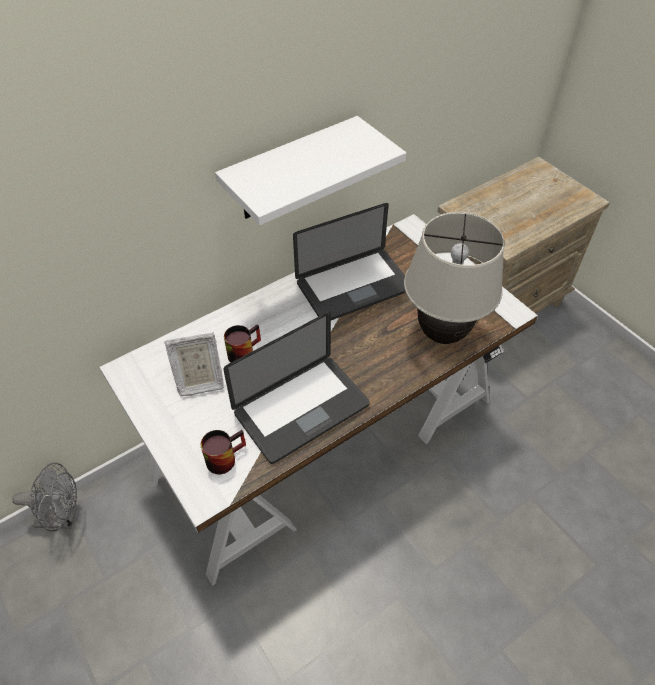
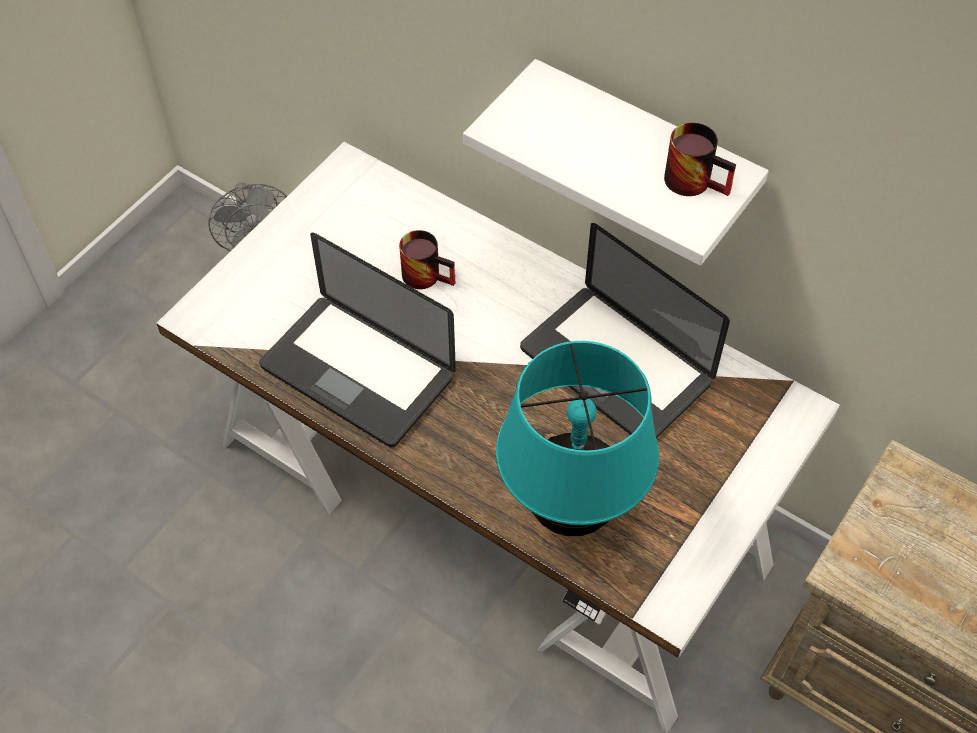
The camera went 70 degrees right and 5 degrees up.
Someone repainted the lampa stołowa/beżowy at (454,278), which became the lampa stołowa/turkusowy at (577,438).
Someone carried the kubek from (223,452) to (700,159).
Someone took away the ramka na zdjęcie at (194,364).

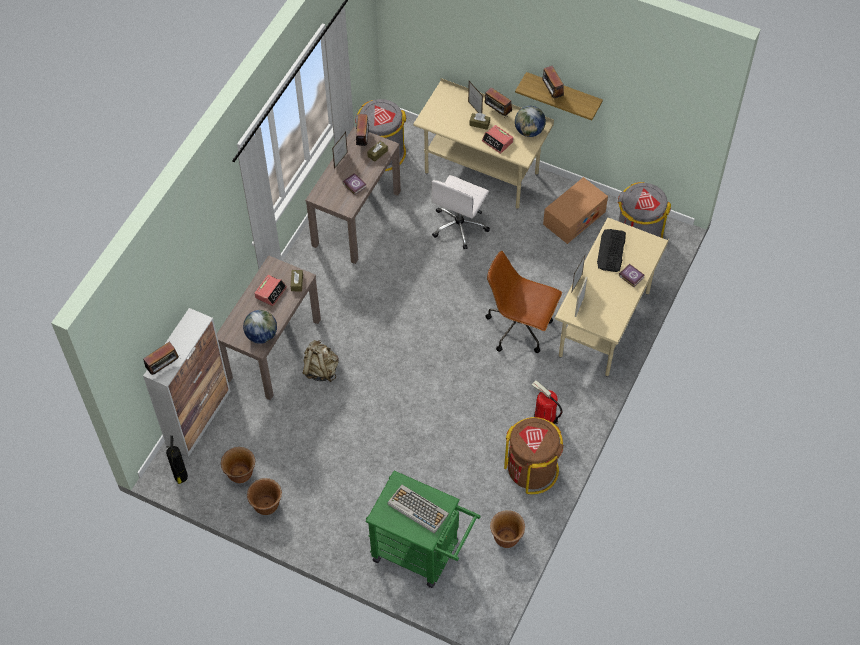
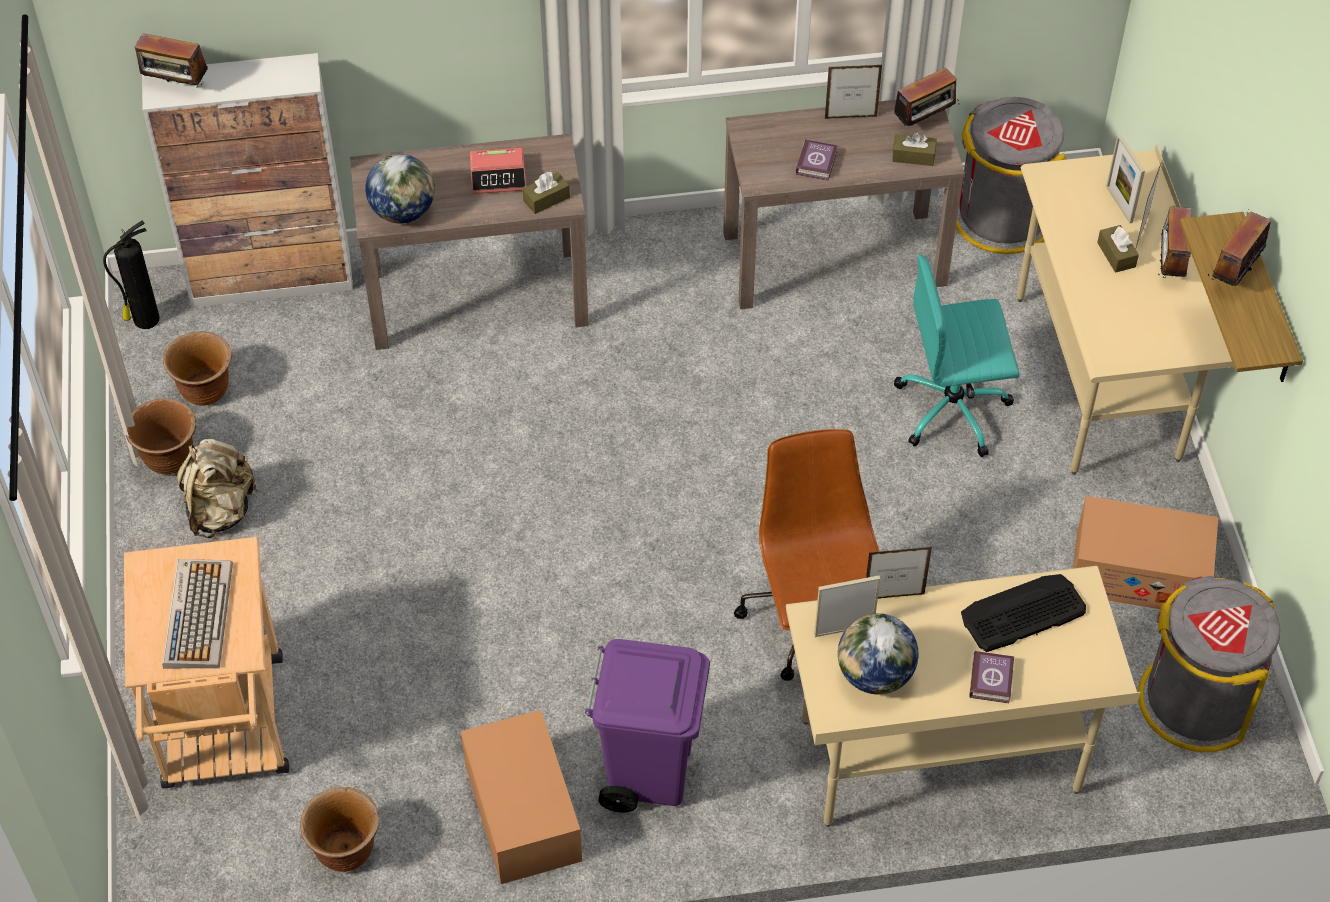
The camera went 55 degrees right and 5 degrees down.
Someone repainted the wózek/zielony at (423,529), which became the wózek/beżowy at (206,662).
Someone carried the plecak/beżowy from (321,361) to (217,488).
Someone swapped the kosz na śmieci/brązowy at (534,455) for the karton at (521,797).
Someone swapped the gaśnica at (546,402) for the kosz na śmieci/fioletowy at (647,725).
Someone carried the globus from (530,121) to (878,653).
Someone repainted the krzesło biurowe/biały at (460,212), which became the krzesło biurowe/turkusowy at (956,355).
Someone put down the ramka na zdjęcie at (1125,178).
Someone took away the budzik at (497,139).

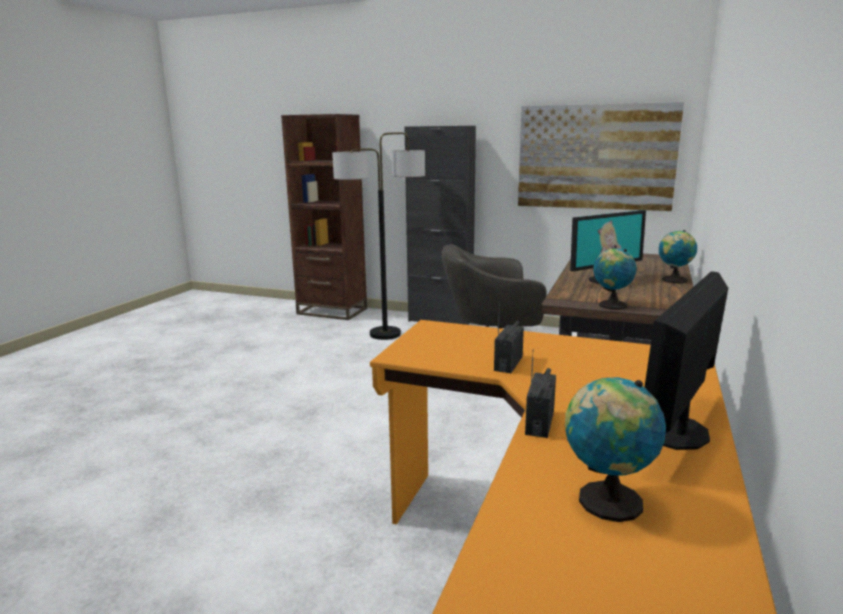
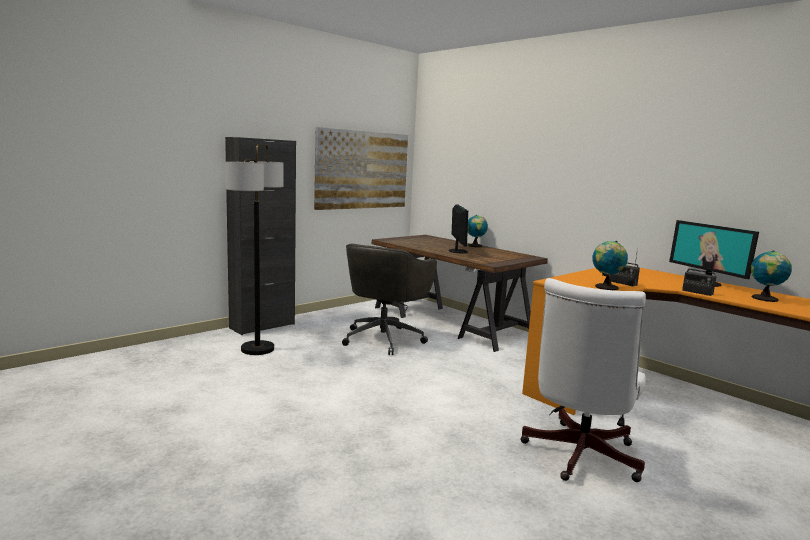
The camera went 65 degrees left and 5 degrees down.
Someone put down the krzesło biurowe/biały at (583,380).
Someone carried the globus from (615,279) to (610,265).
Someone took away the regał/brązowy at (324,217).

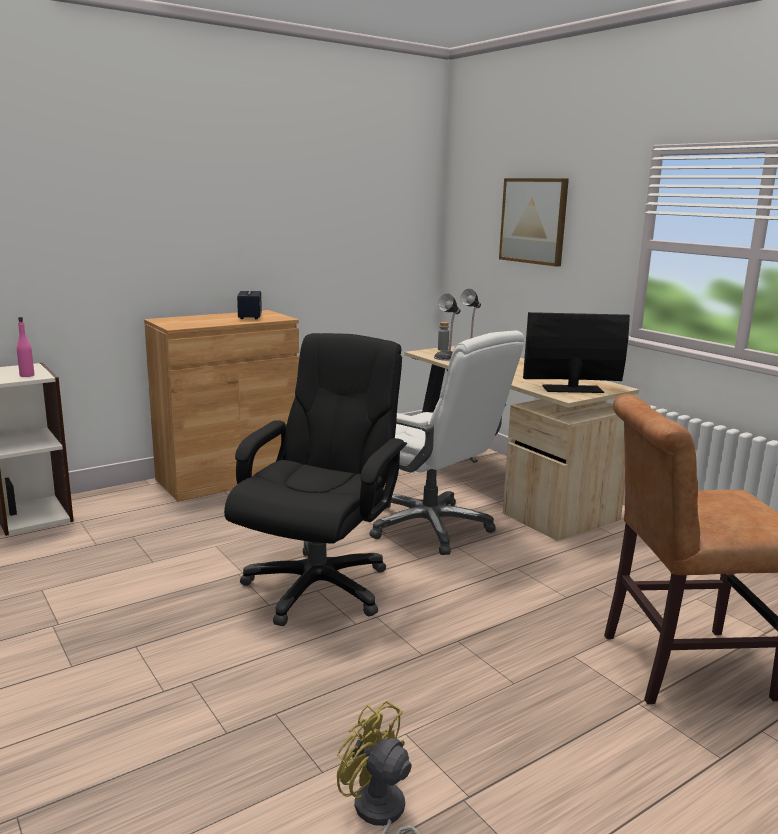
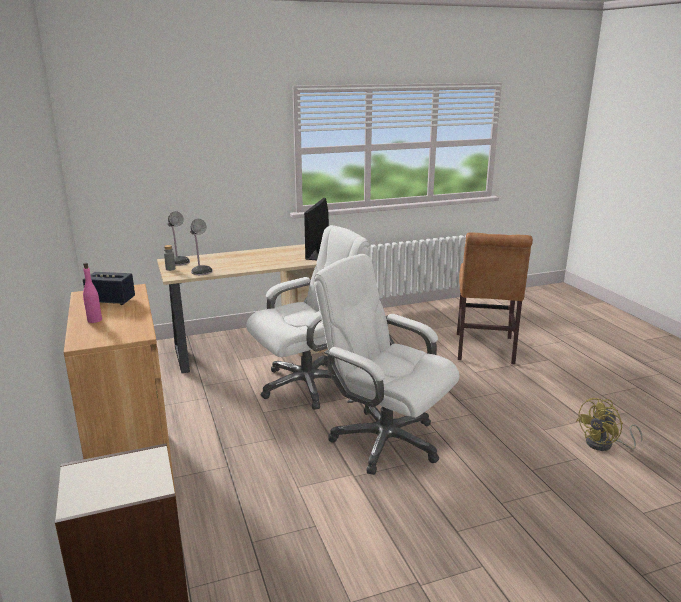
The camera went 75 degrees left and 5 degrees up.
Someone carried the butelka/różowy from (25,347) to (92,293).
Someone repainted the krzesło biurowe/czarny at (315,479), which became the krzesło biurowe/biały at (386,364).
Someone took away the obraz at (534,222).

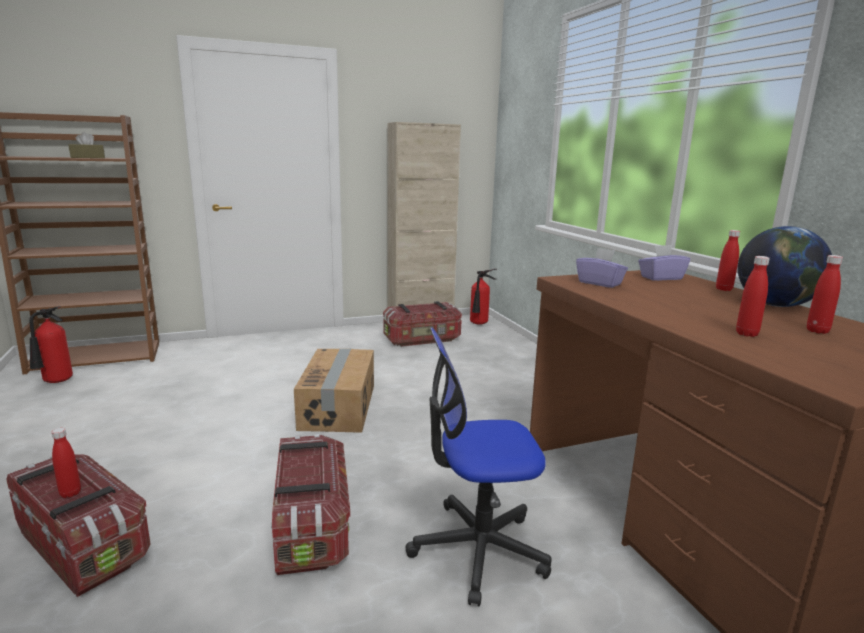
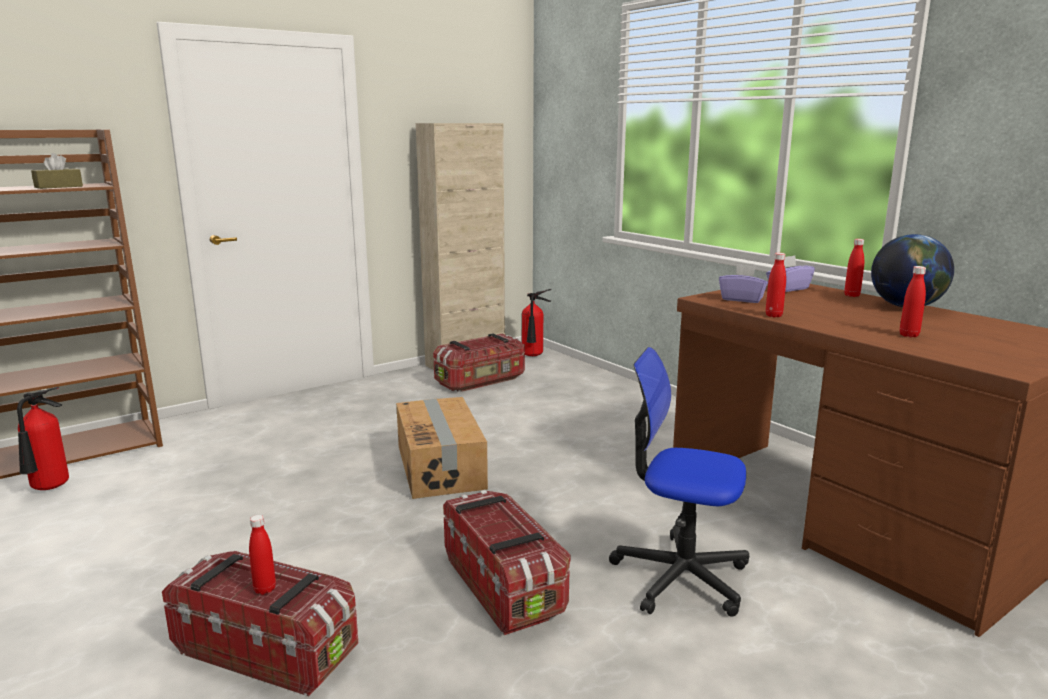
The camera went 15 degrees left and 0 degrees up.
Someone rotated the krzesło biurowe at (478,467) by 45 degrees clockwise.
Someone carried the butelka/czerwony from (825,294) to (776,285).

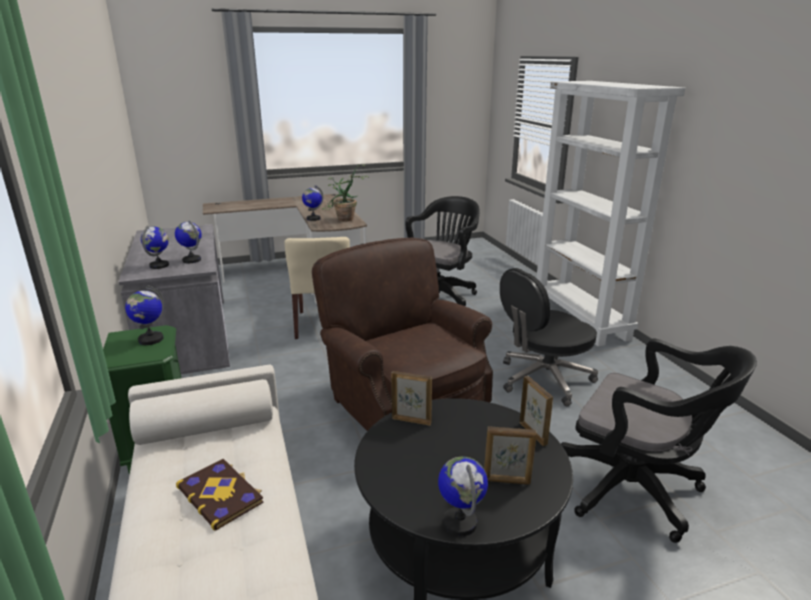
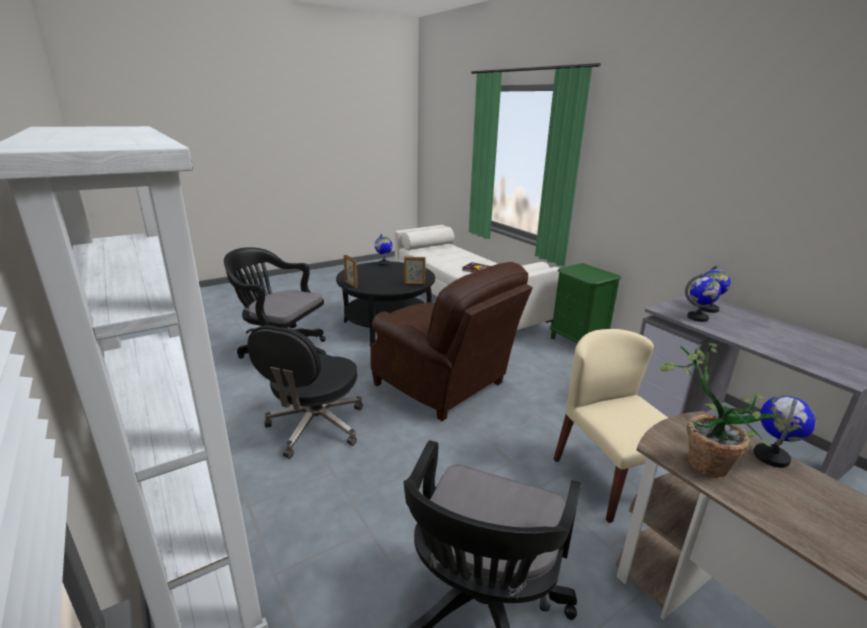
The camera went 165 degrees right and 0 degrees up.
Someone rotated the krzesło biurowe/czarny at (549,337) by 150 degrees clockwise.
Someone took away the globus at (144,315).
Someone took away the ramka na zdjęcie at (510,455).

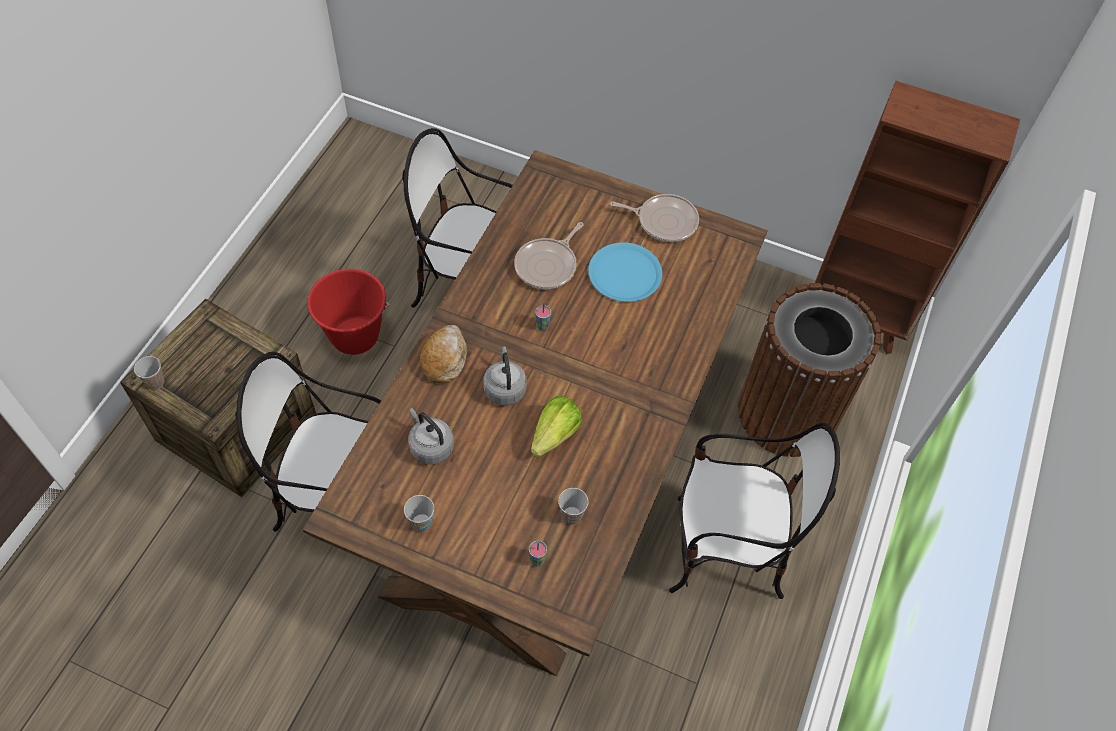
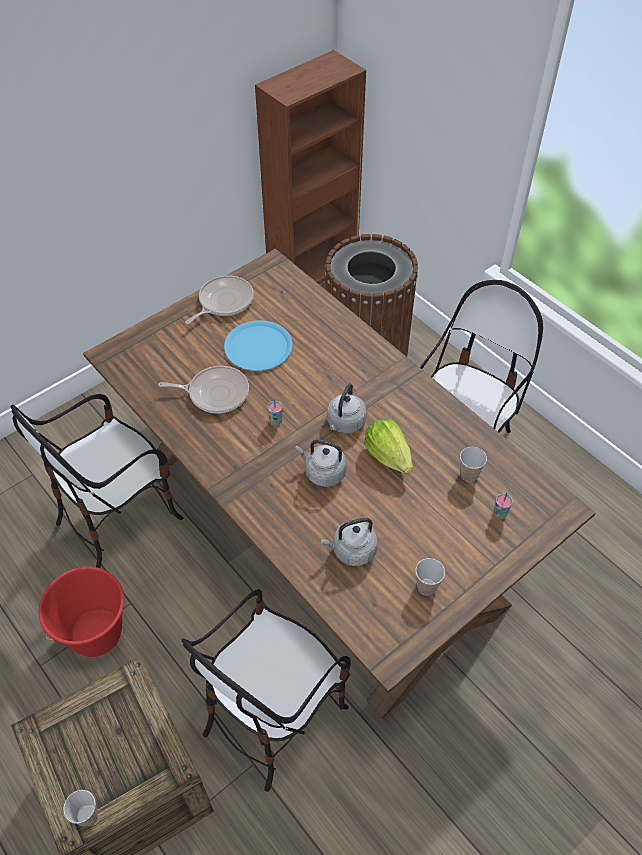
The camera went 60 degrees left and 5 degrees down.
Someone rotated the patelnia at (548,255) by 60 degrees counterclockwise.
Someone put down the czajnik/szary at (347,408).
Someone took away the chleb at (443,354).

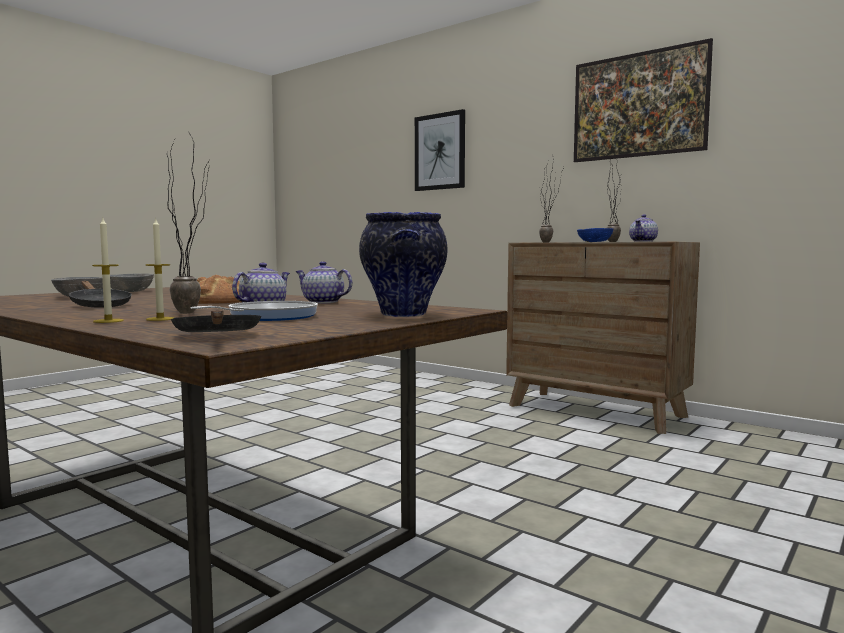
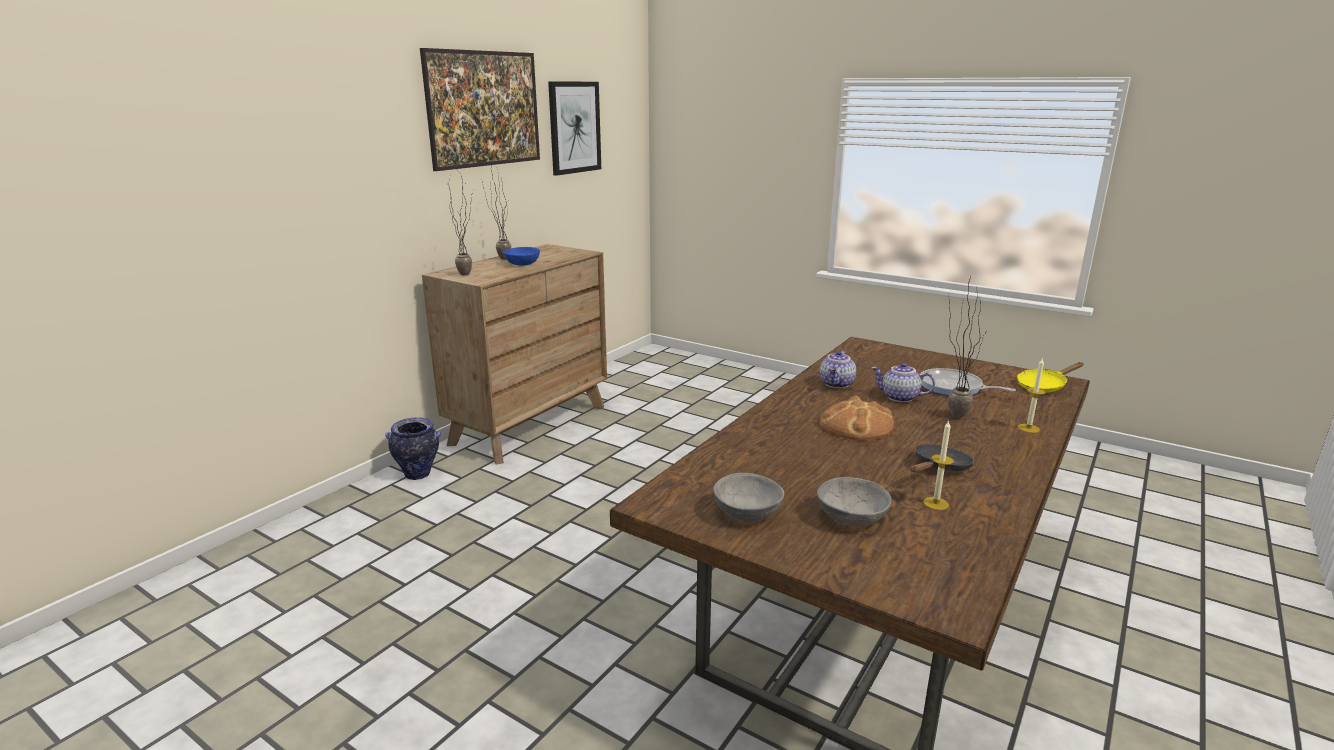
The camera went 95 degrees left and 15 degrees up.
Someone carried the wazon from (403,264) to (413,448).
Someone carried the obraz from (440,150) to (574,129).
Someone carried the świeca from (159,270) to (938,465).
Someone repainted the patelnia/czarny at (216,321), which became the patelnia/żółty at (1050,377).
Someone took away the imbryk at (643,228).

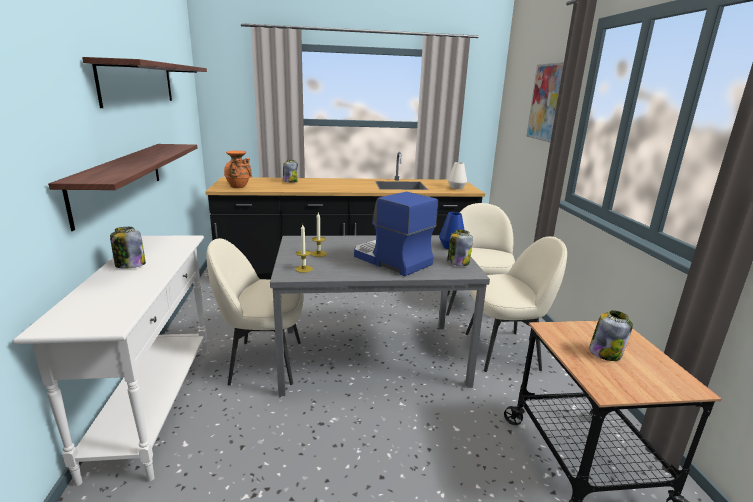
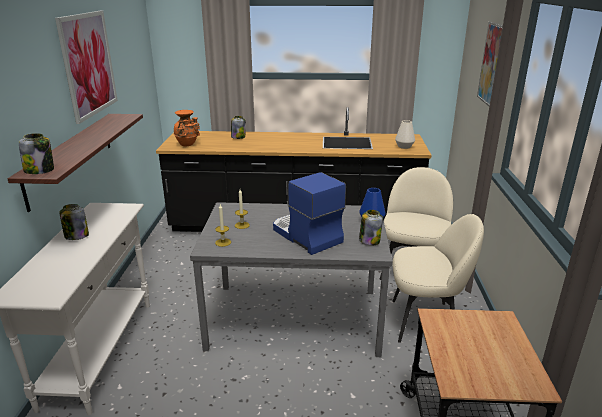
The camera went 10 degrees right and 5 degrees up.
Someone carried the słoik from (611,335) to (36,153).
Someone swapped the półka at (144,82) for the obraz at (86,67).
Someone took away the krzesło/beżowy at (255,312).

